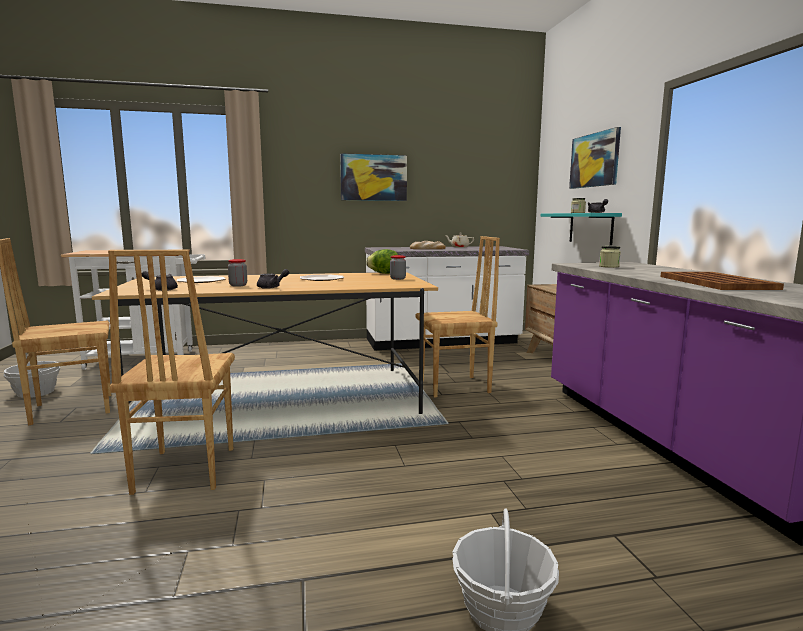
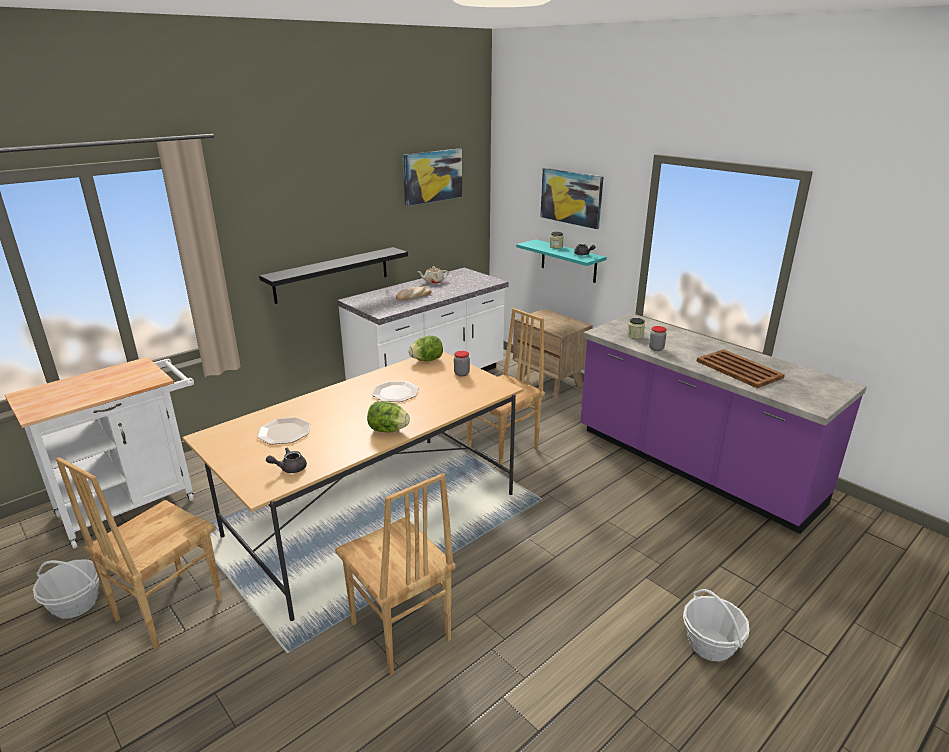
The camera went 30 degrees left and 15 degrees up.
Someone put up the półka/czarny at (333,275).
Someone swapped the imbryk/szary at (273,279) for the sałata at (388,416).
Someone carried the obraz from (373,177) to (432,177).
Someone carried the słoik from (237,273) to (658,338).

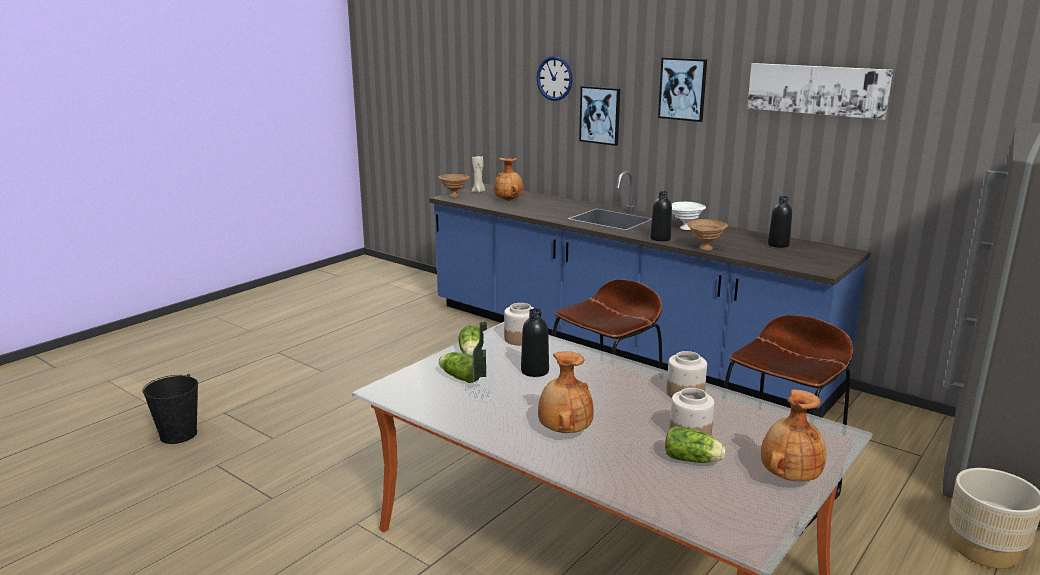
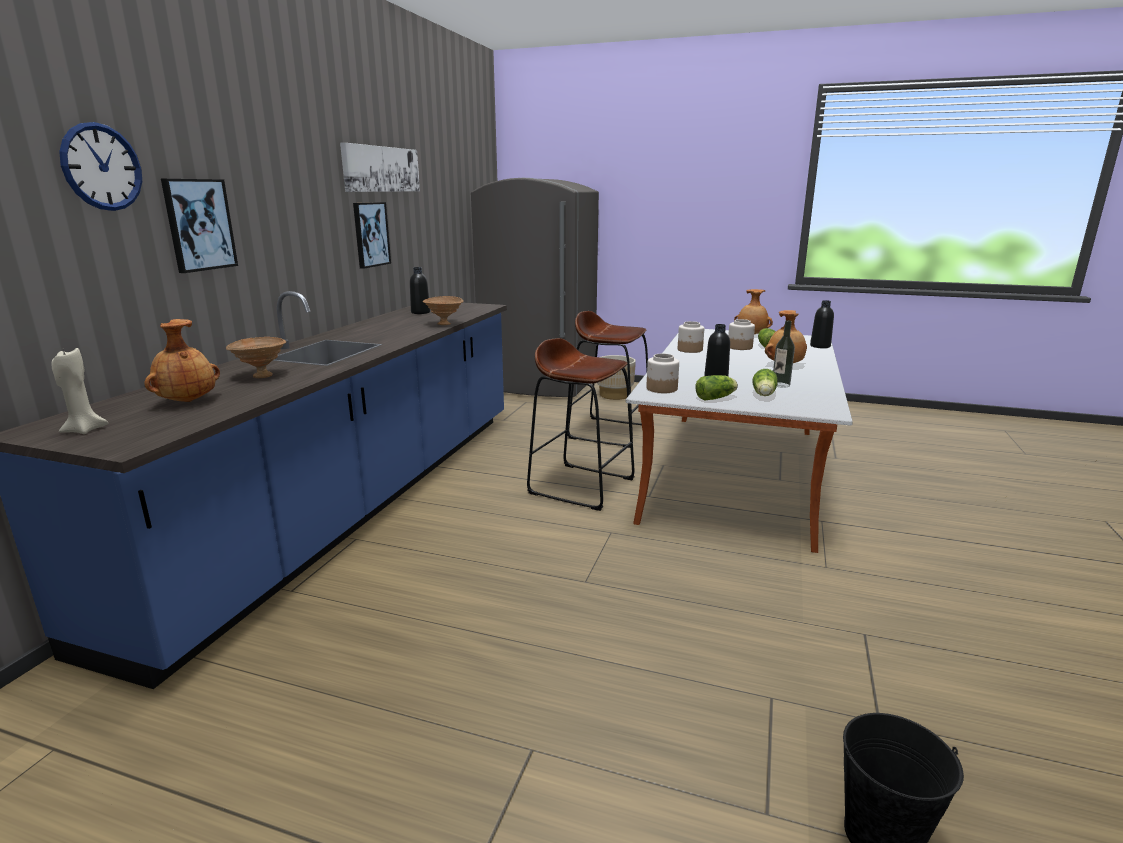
The camera went 110 degrees left and 0 degrees up.
Someone carried the miska/brązowy from (453,185) to (256,357).
Someone carried the obraz from (682,89) to (372,235).
Someone carried the butelka/czarny from (661,216) to (822,324).
Someone took away the miska/biały at (689,216).

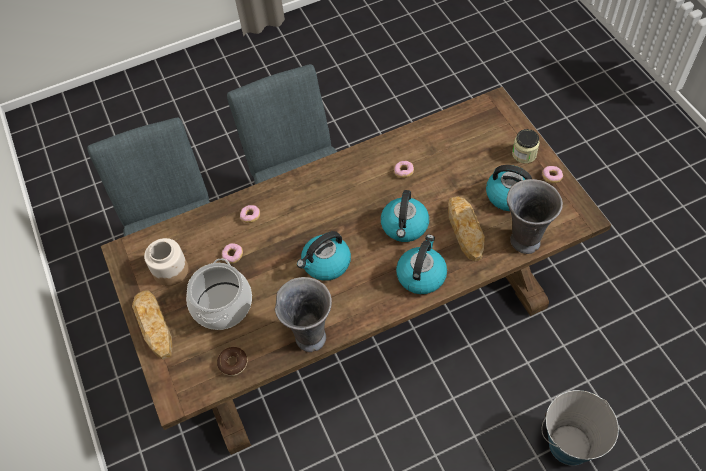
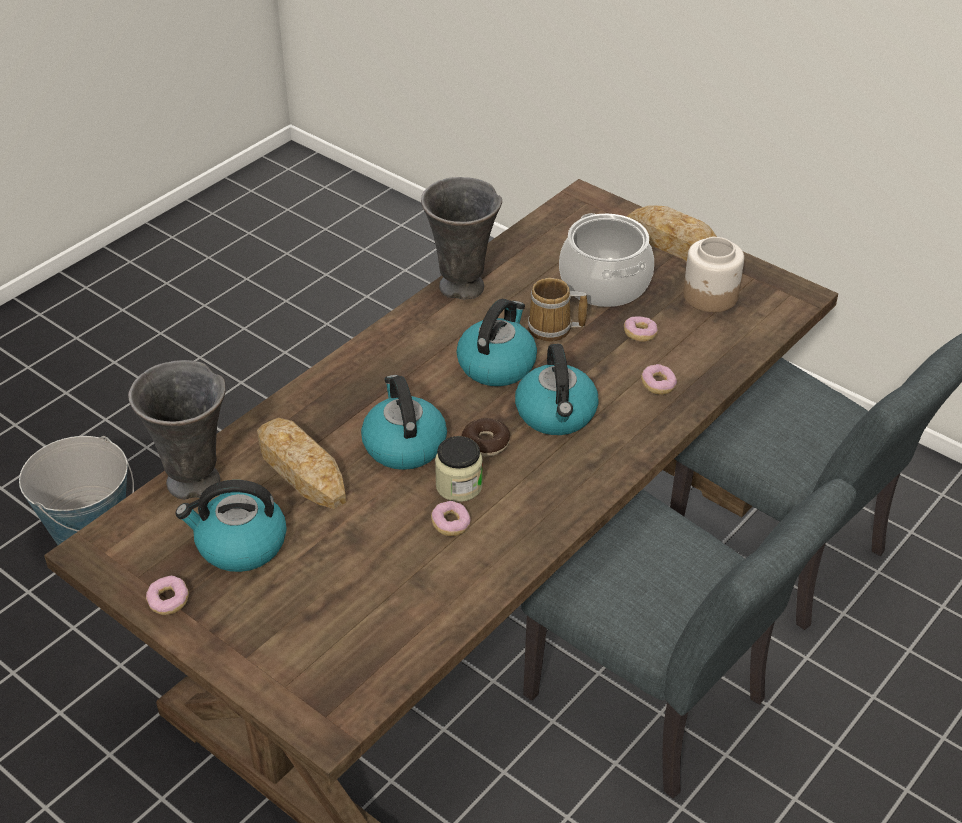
The camera went 150 degrees right and 15 degrees down.
Someone carried the słoik from (526,146) to (459,469).
Someone carried the donut from (232,361) to (486,437).
Someone carried the czajnik from (421,264) to (557,389).
Someone put down the kubek at (557,310).

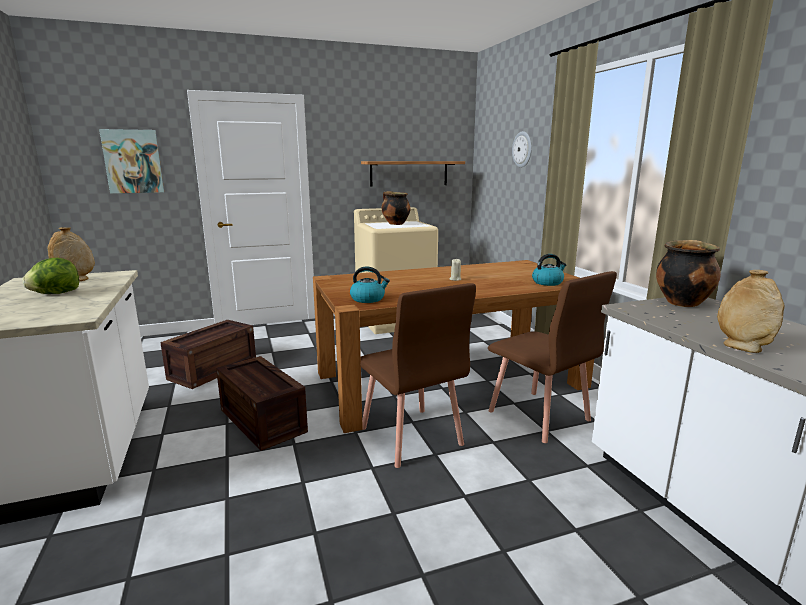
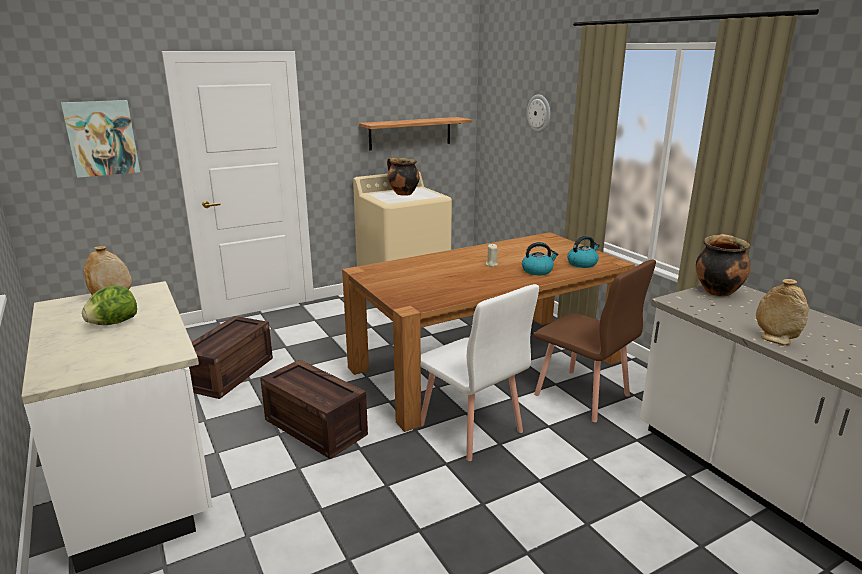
The camera went 10 degrees left and 5 degrees up.
Someone repainted the krzesło/brązowy at (418,375), which became the krzesło/biały at (479,372).
Someone carried the czajnik from (370,285) to (540,258).

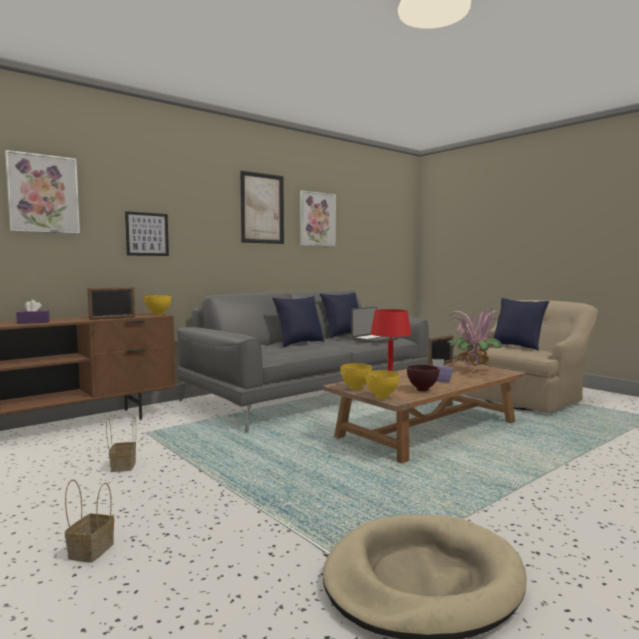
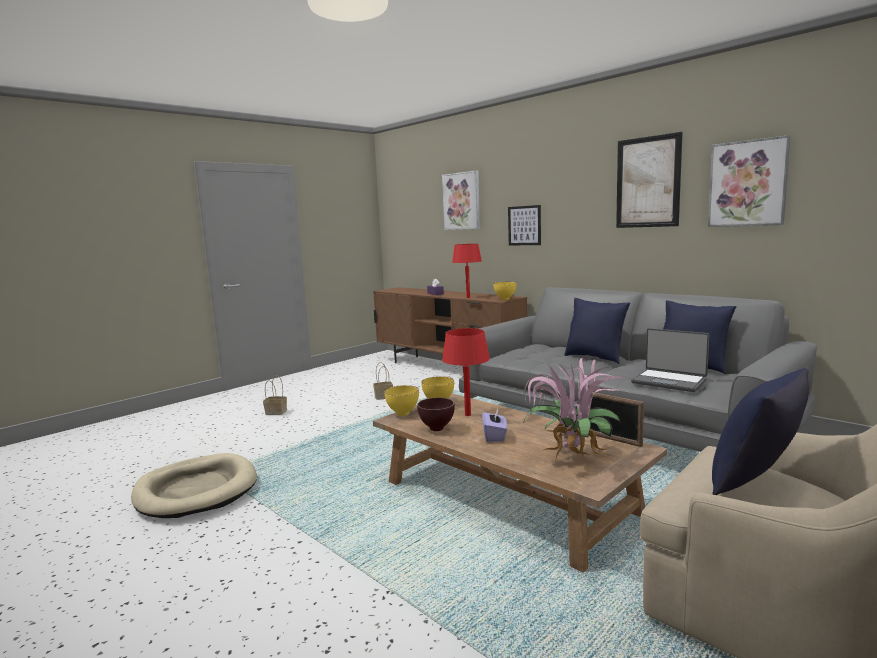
The camera went 85 degrees right and 5 degrees up.
Someone swapped the ramka na zdjęcie at (111,303) for the lampa stołowa/czerwony at (467,271).

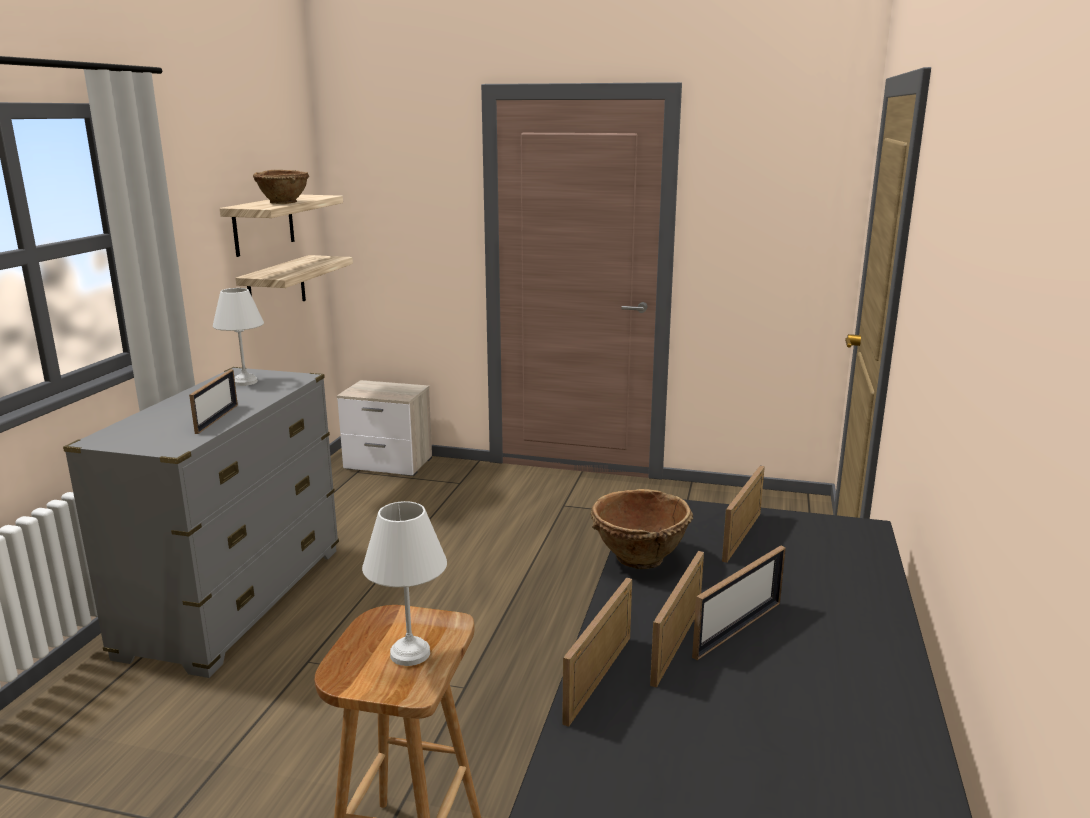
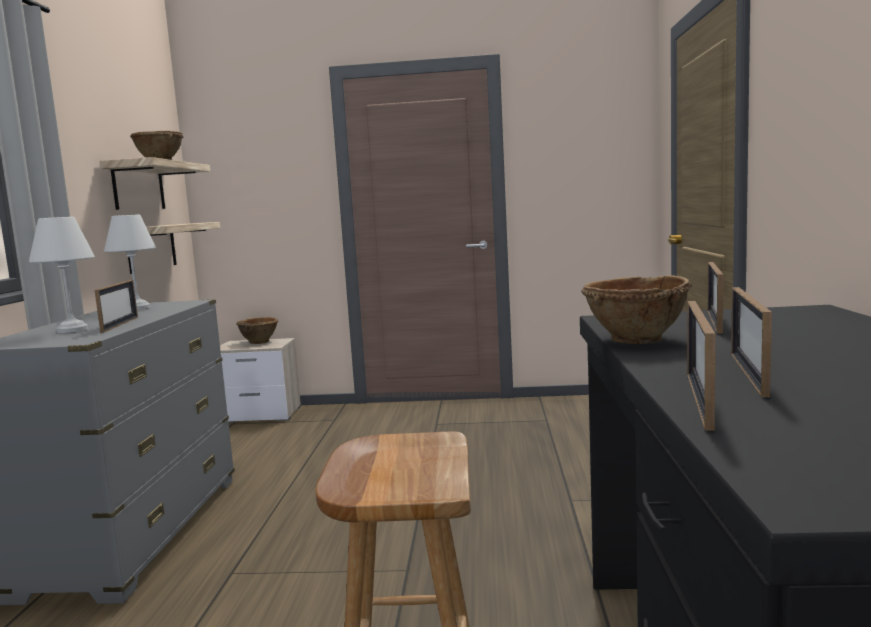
The camera went 10 degrees left and 10 degrees down.
Someone carried the lampa stołowa/biały from (404,583) to (62,275).
Someone put down the miska/brązowy at (257,330).
Someone took away the ramka na zdjęcie at (739,602).

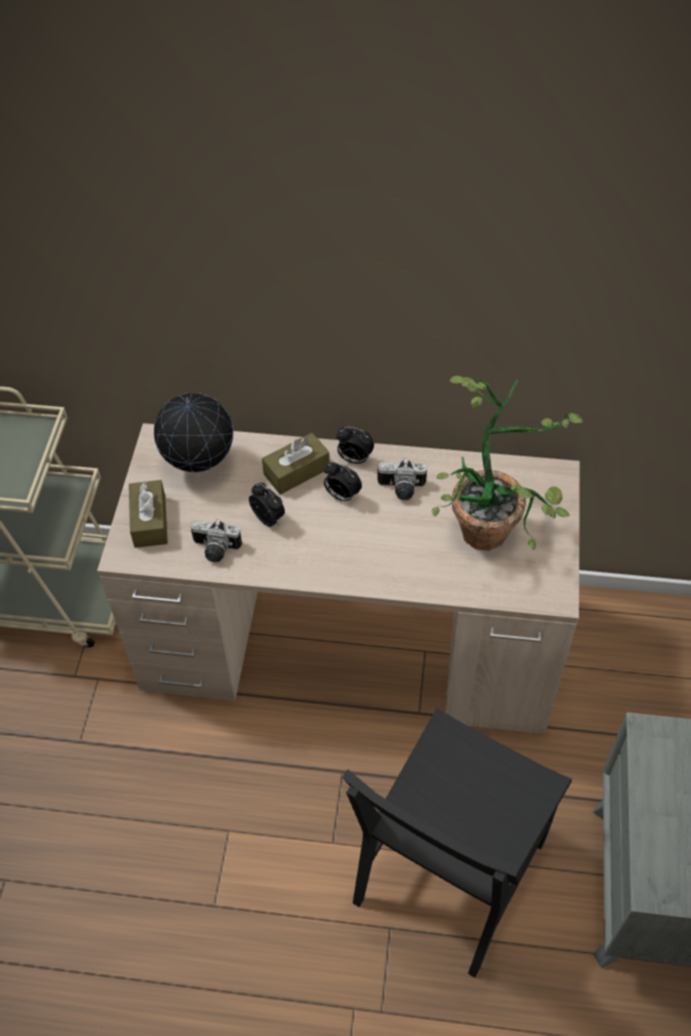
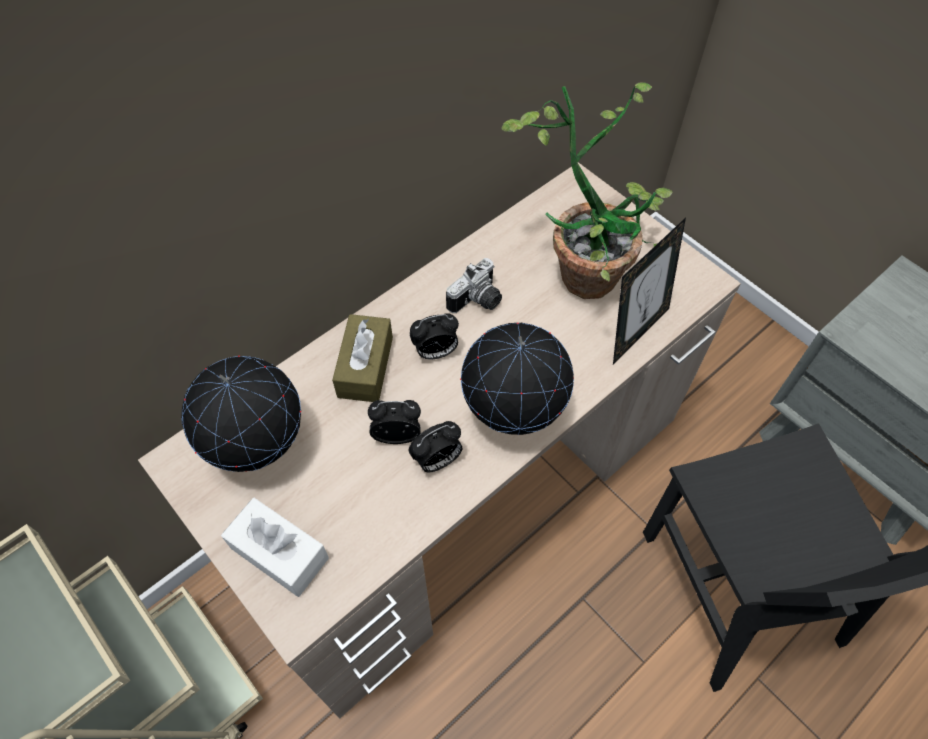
The camera went 50 degrees left and 5 degrees up.
Someone repainted the pudełko chusteczek/brązowy at (148,514), which became the pudełko chusteczek/biały at (275,547).
Someone carried the budzik from (355,445) to (435,447).
Someone put down the globus at (517,379).
Someone put down the ramka na zdjęcie at (649,290).
Someone took away the aparat fotograficzny at (216,540).

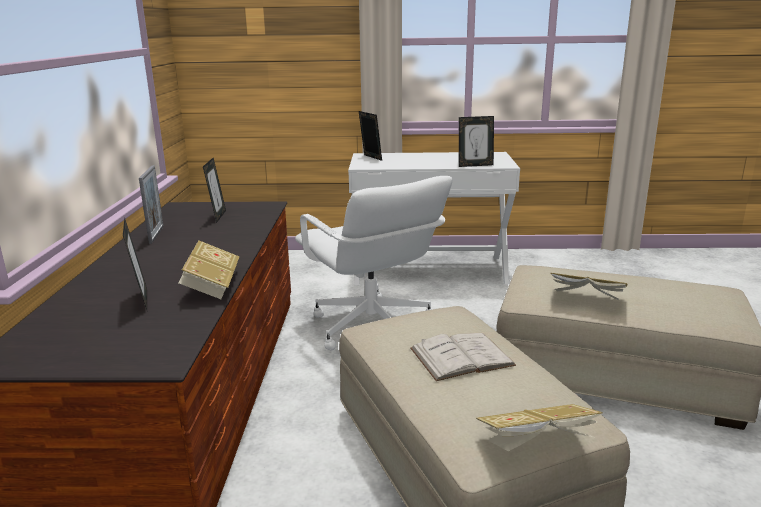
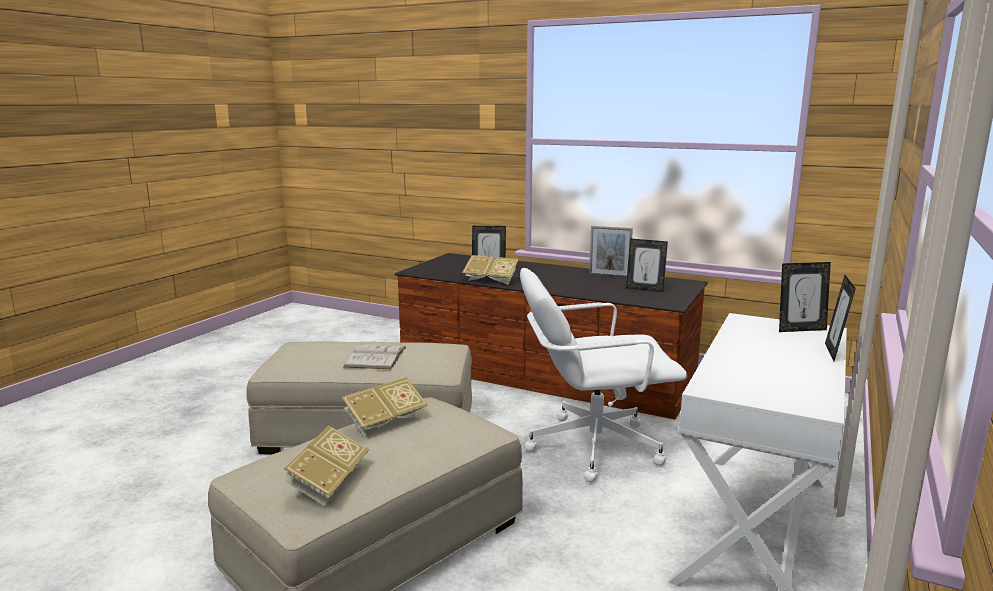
The camera went 115 degrees right and 5 degrees down.
Someone carried the książka from (539,428) to (326,466).
Someone carried the ramka na zdjęcie from (476,141) to (840,318).

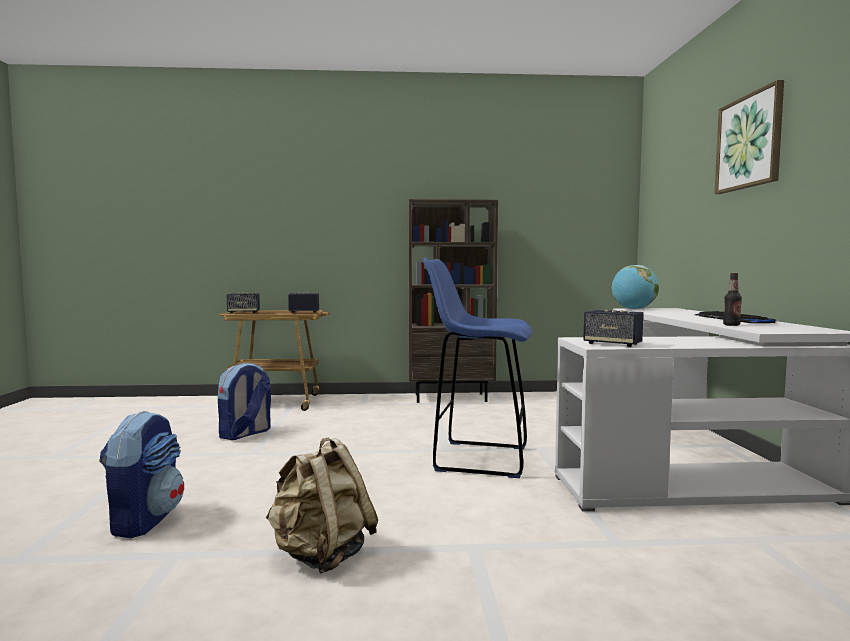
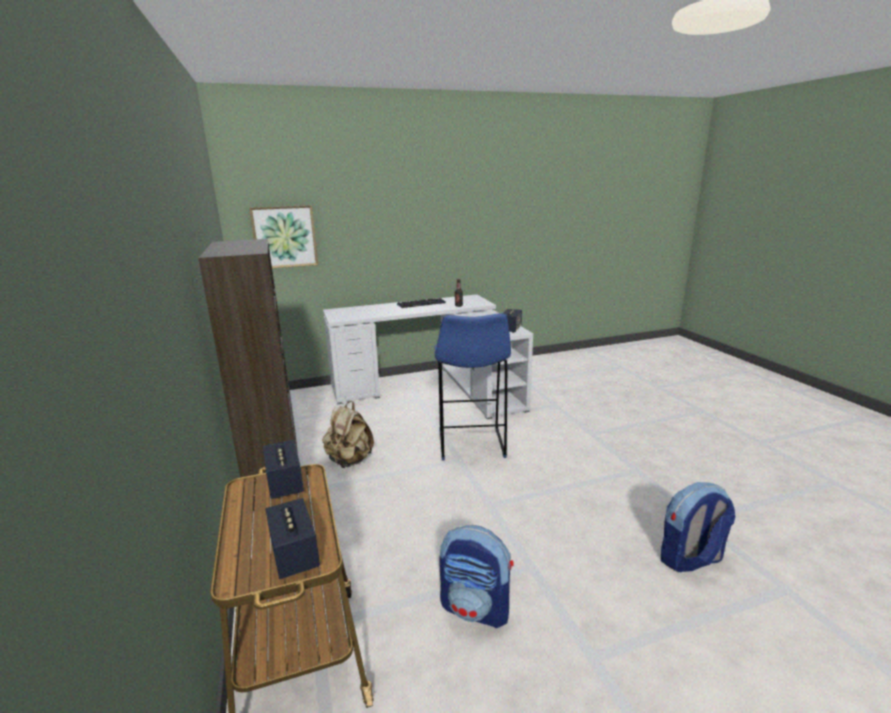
The camera went 105 degrees left and 15 degrees up.
Someone carried the obraz from (749,137) to (283,236).
Someone carried the plecak/beżowy from (321,505) to (348,434).
Someone took away the globus at (635,287).

